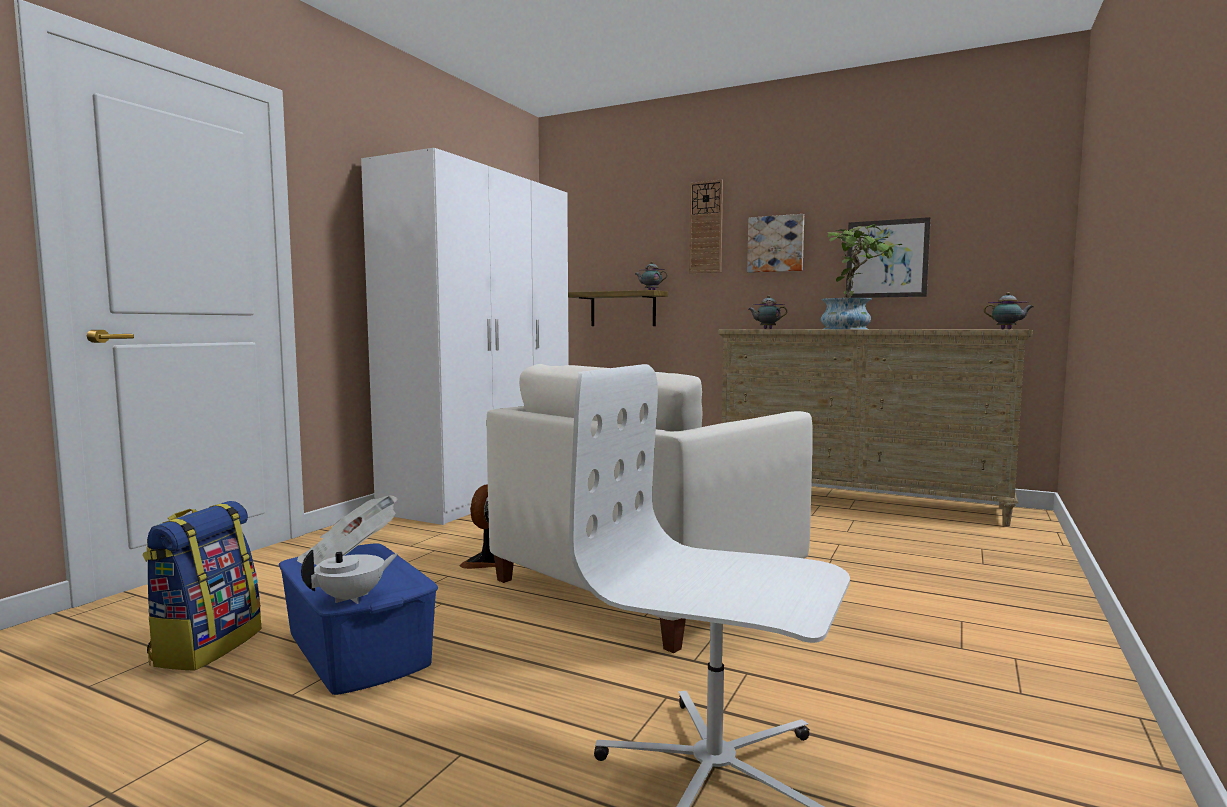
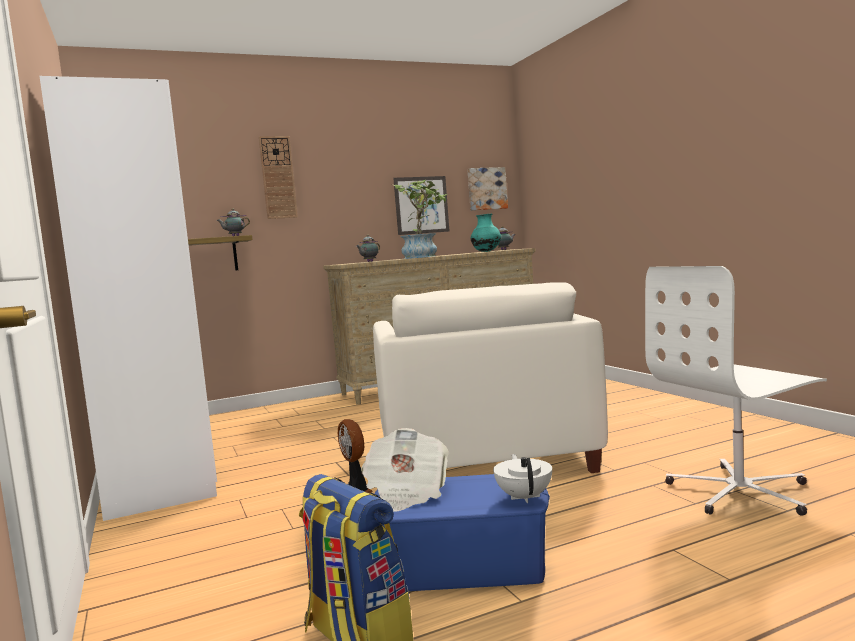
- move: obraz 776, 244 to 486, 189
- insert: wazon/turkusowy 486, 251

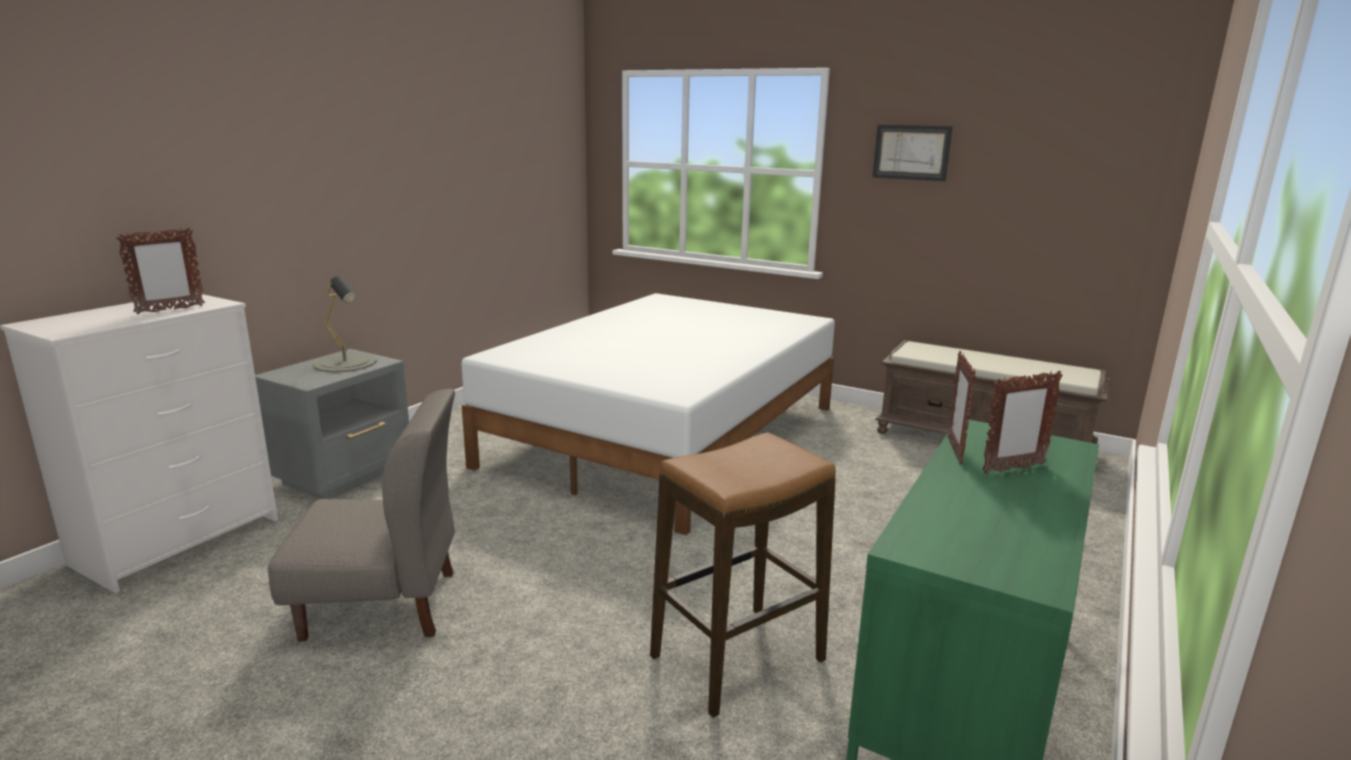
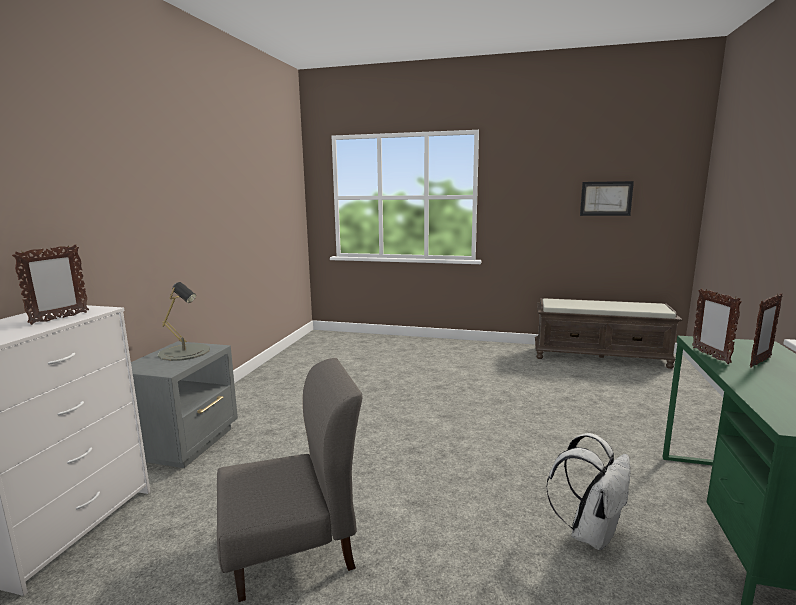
- delete: łóżko/biały 667, 435
- replace: stołek 738, 658 to plecak/biały 590, 533
- move: obraz 911, 152 to 606, 198

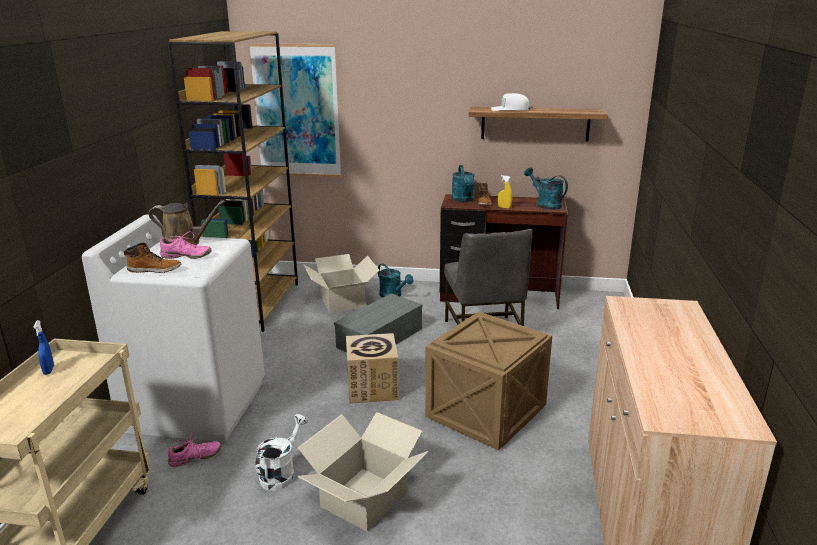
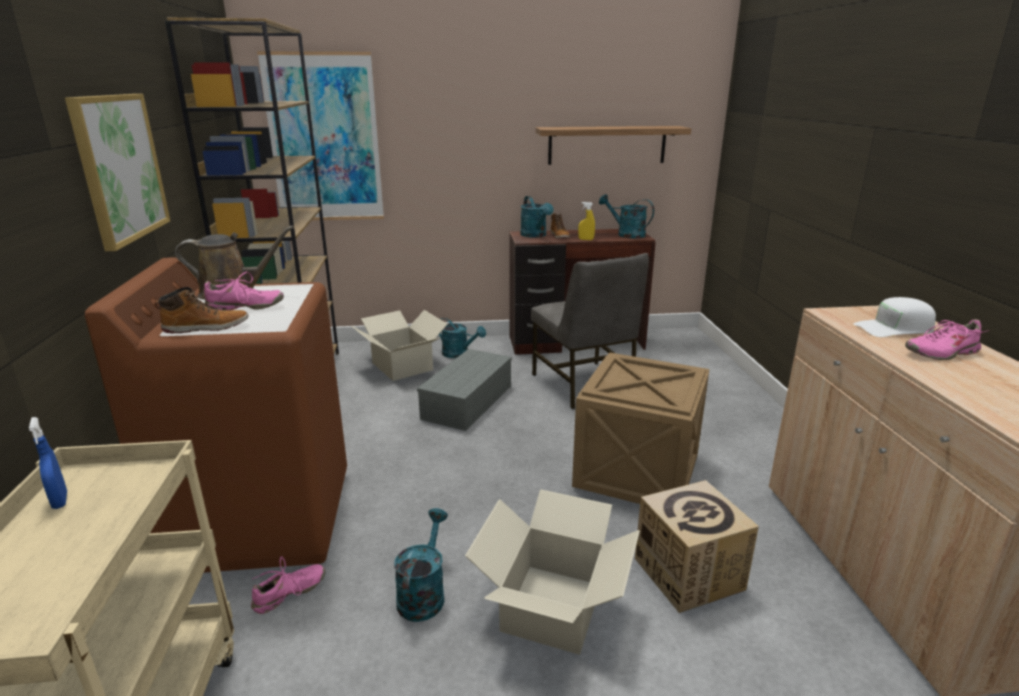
- recolor: pralka/biały 196, 405 to pralka/brązowy 263, 518
- recolor: konewka/biały 281, 473 to konewka/turkusowy 423, 593
- move: karton 372, 388 to 688, 573
- move: czapka z daszkiem/biały 510, 109 to 894, 328
- insert: obraz 119, 168
- insert: but/różowy 941, 352

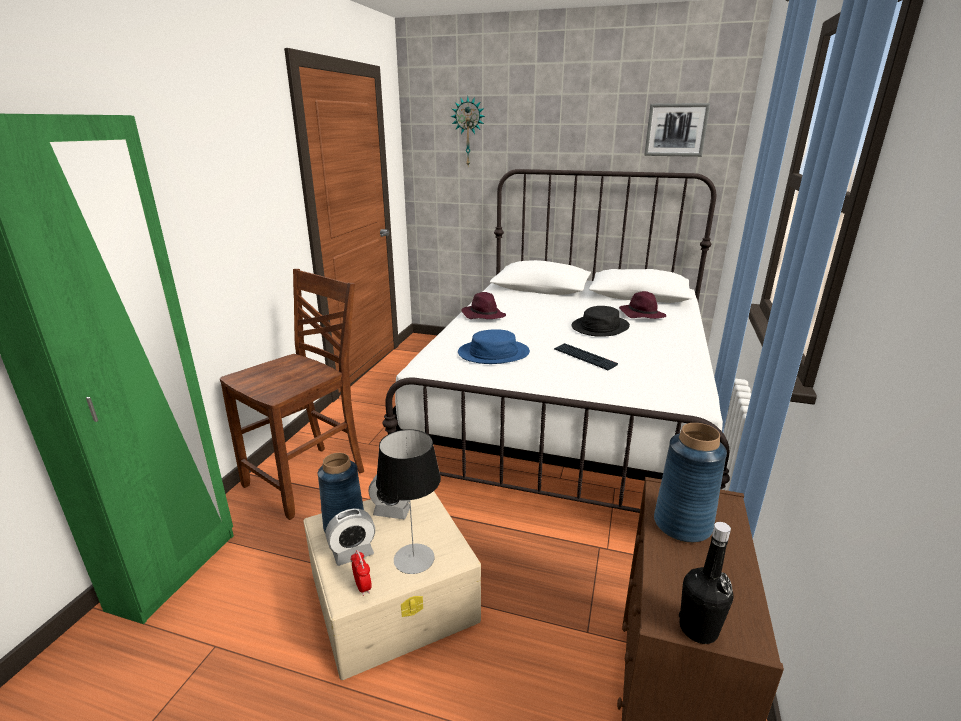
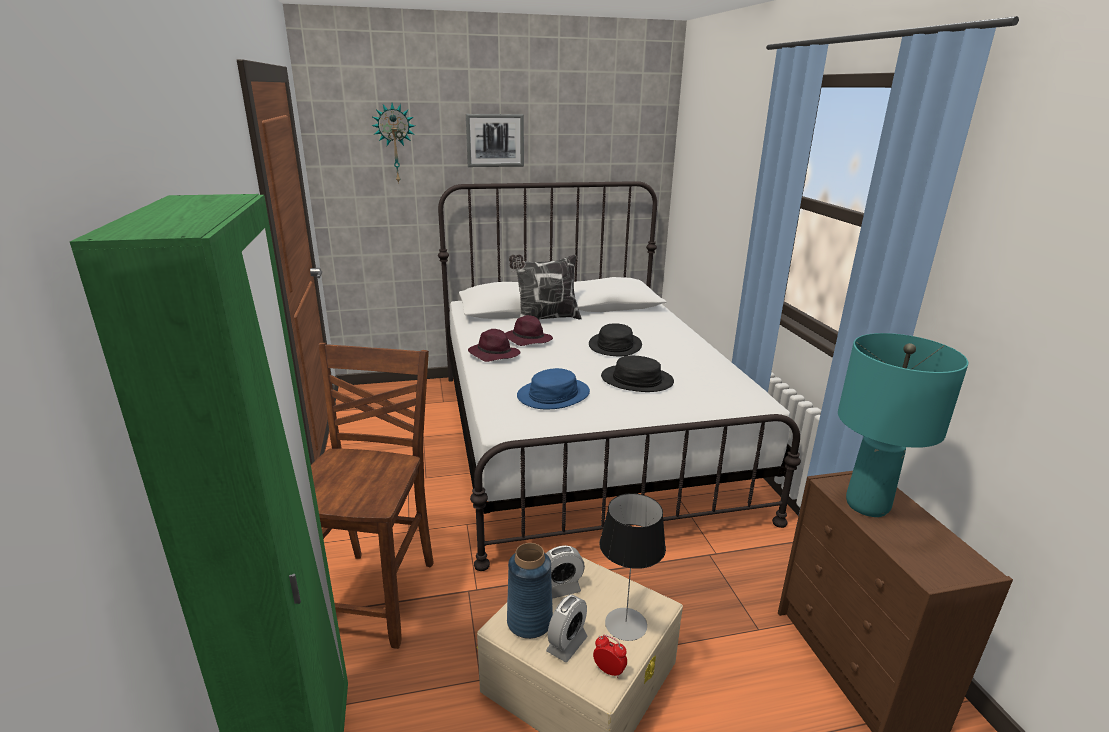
- replace: klawiatura 584, 357 to kapelusz/czarny 637, 380
- move: kapelusz/fioletowy 641, 315 to 527, 340
- move: obraz 676, 130 to 495, 140
- replace: wazon/niebieski 683, 524 to lampa stołowa/turkusowy 868, 505
- delete: butelka/czarny 698, 629
- insert: poduszka 545, 319

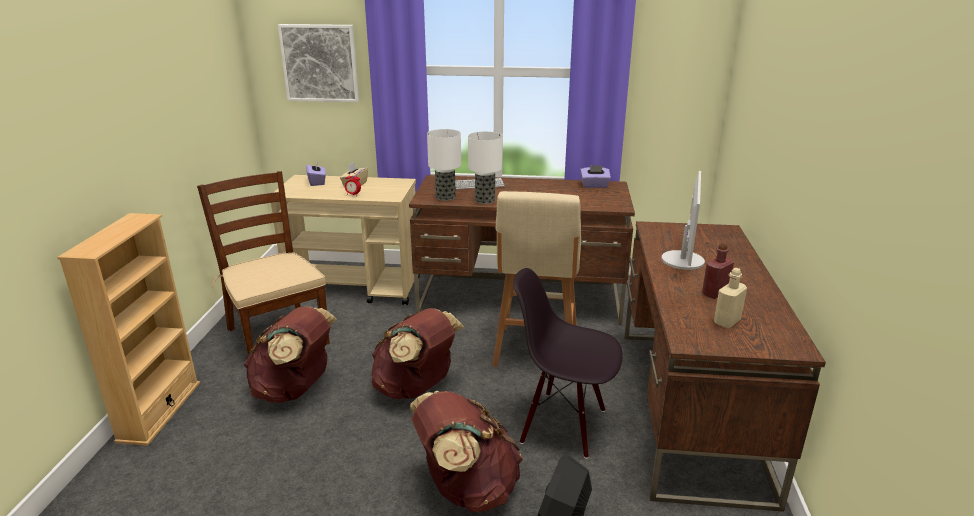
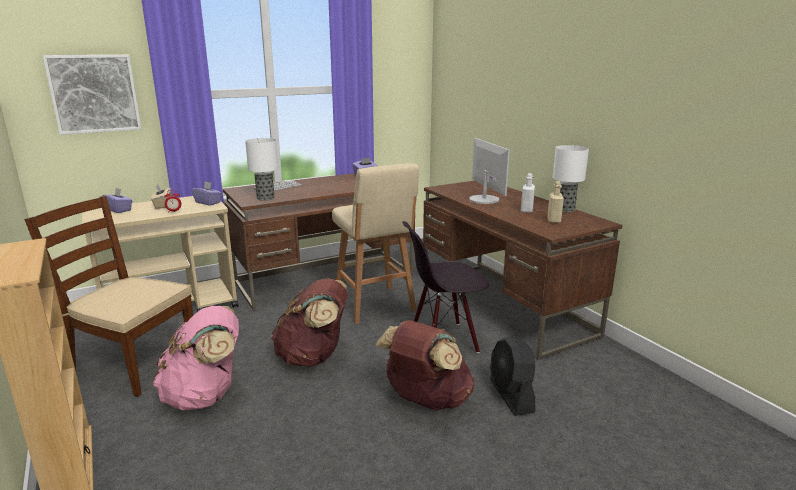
- recolor: plecak/brązowy 295, 390 to plecak/różowy 205, 396
- move: lampa stołowa 484, 201 to 565, 210
- recolor: butelka/czerwony 715, 293 to butelka/biały 526, 210
- insert: pudełko chusteczek/fioletowy 208, 202

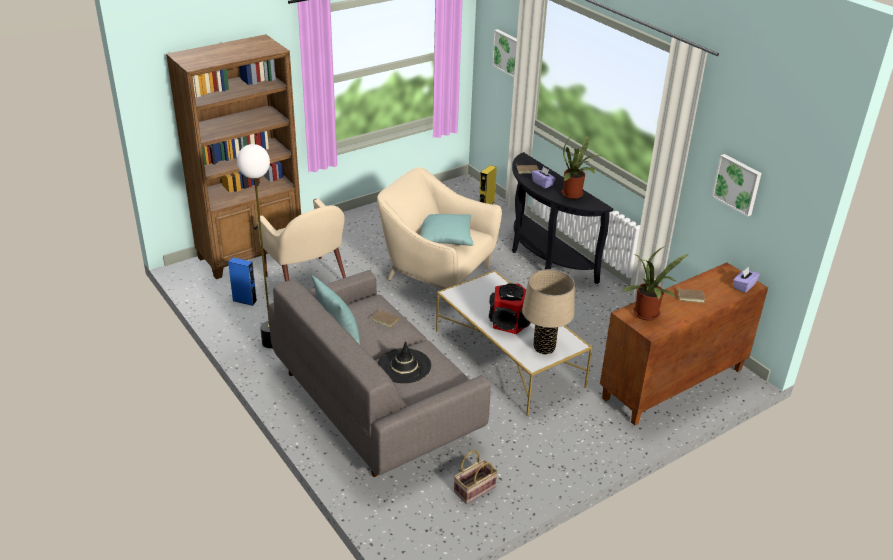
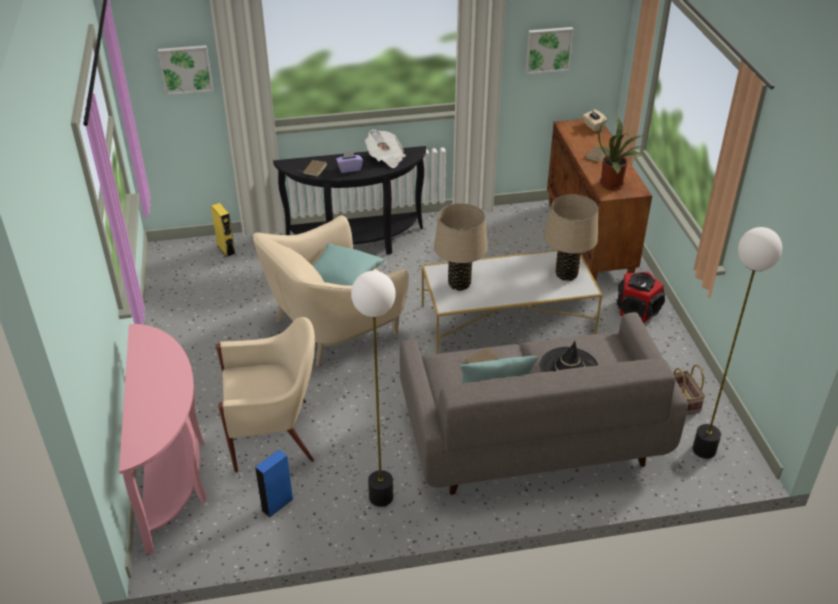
- replace: regał/brązowy 251, 255 to stolik konsolowy/różowy 174, 475
- move: głośnik 510, 322 to 637, 309
- replace: roślina doniczkowa 574, 195 to gazeta 385, 158
- recolor: pudełko chusteczek/fioletowy 743, 286 to pudełko chusteczek/beżowy 593, 126
- insert: lampa stołowa/beżowy 459, 284
- insert: lampa stojąca 704, 450

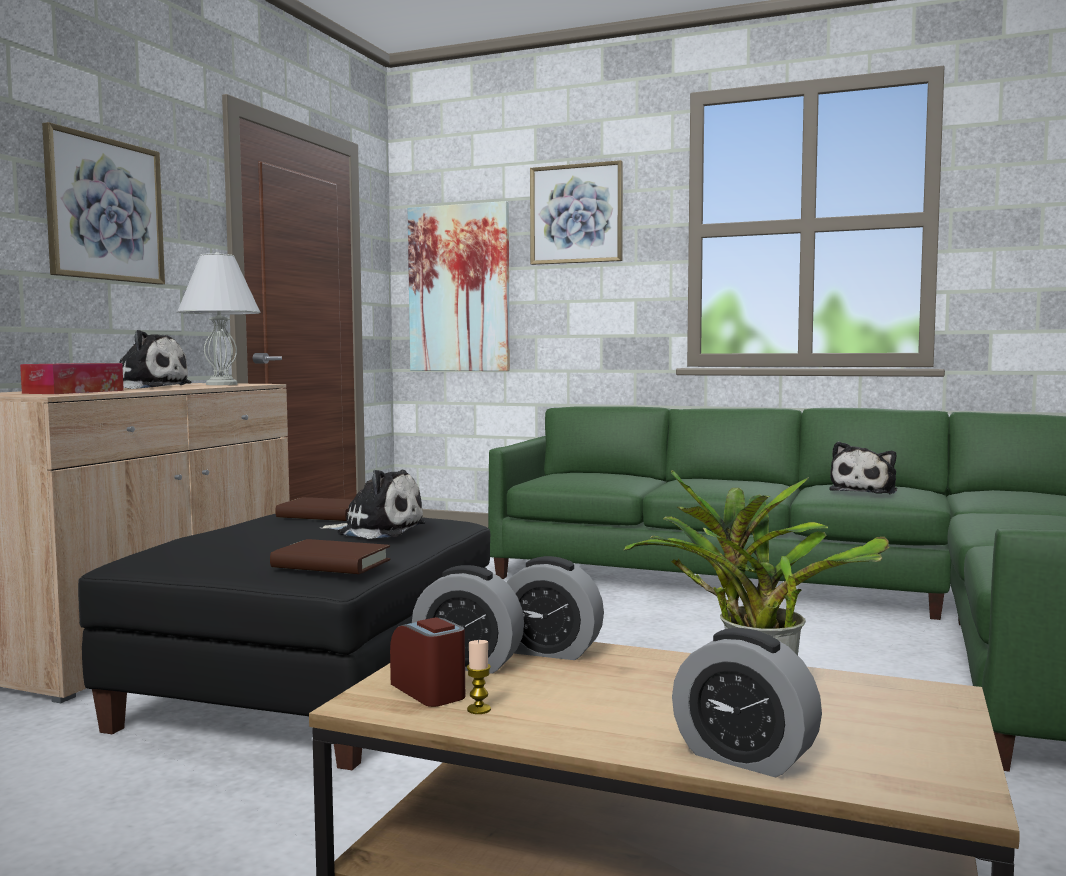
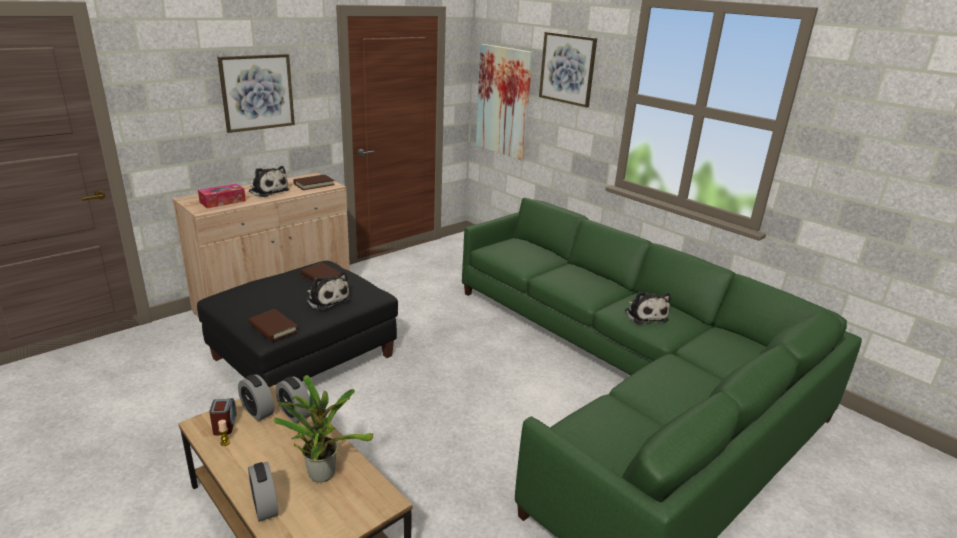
- replace: lampa stołowa/biały 222, 384 to książka/brązowy 314, 184
- rotate: pluszak 865, 491 = 645, 315 75 degrees counterclockwise

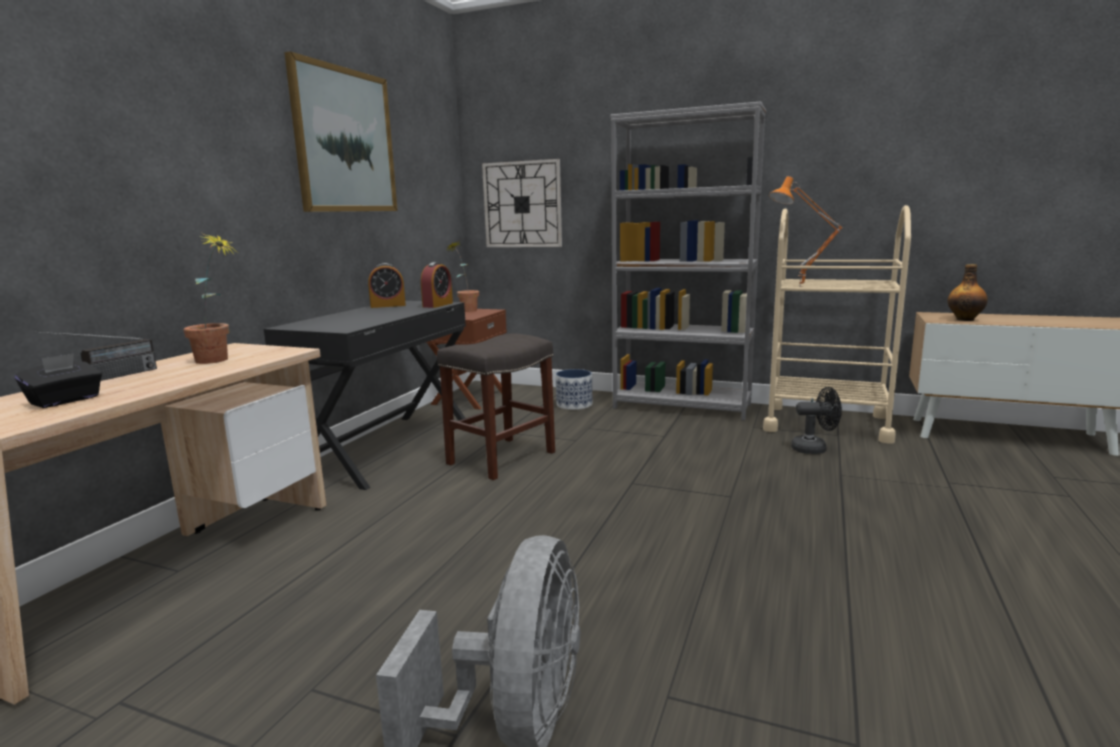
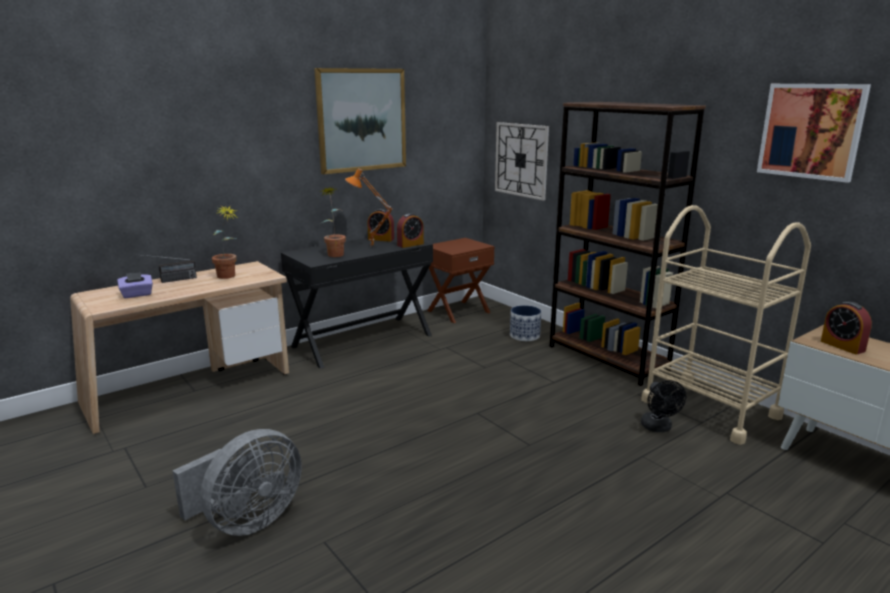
- recolor: pudełko chusteczek/czarny 65, 401 to pudełko chusteczek/fioletowy 137, 295
- delete: stołek/szary 501, 458
- move: roślina doniczkowa 465, 310 to 334, 253
- recolor: regał/szary 682, 406 to regał/brązowy 607, 359
- move: lampa stołowa/pomarańczowy 801, 286 to 370, 247
- rotate: wentylator/czarny 814, 449 = 658, 428 45 degrees clockwise
- replace: butelka 965, 319 to budzik 842, 346
- insert: obraz 811, 131

